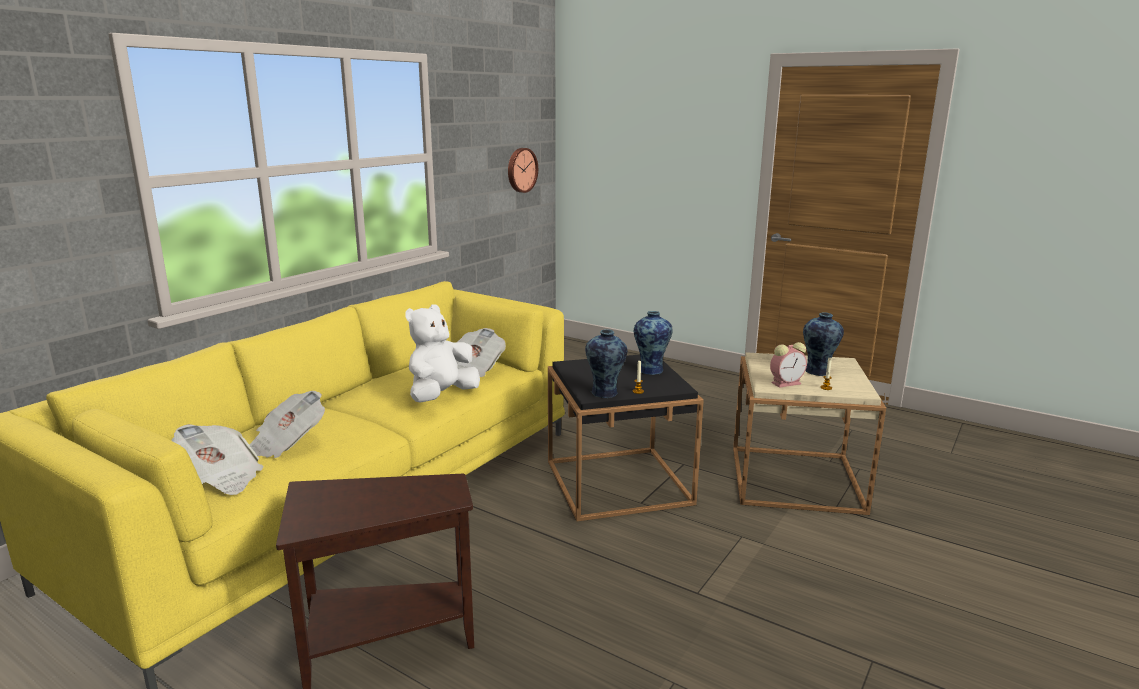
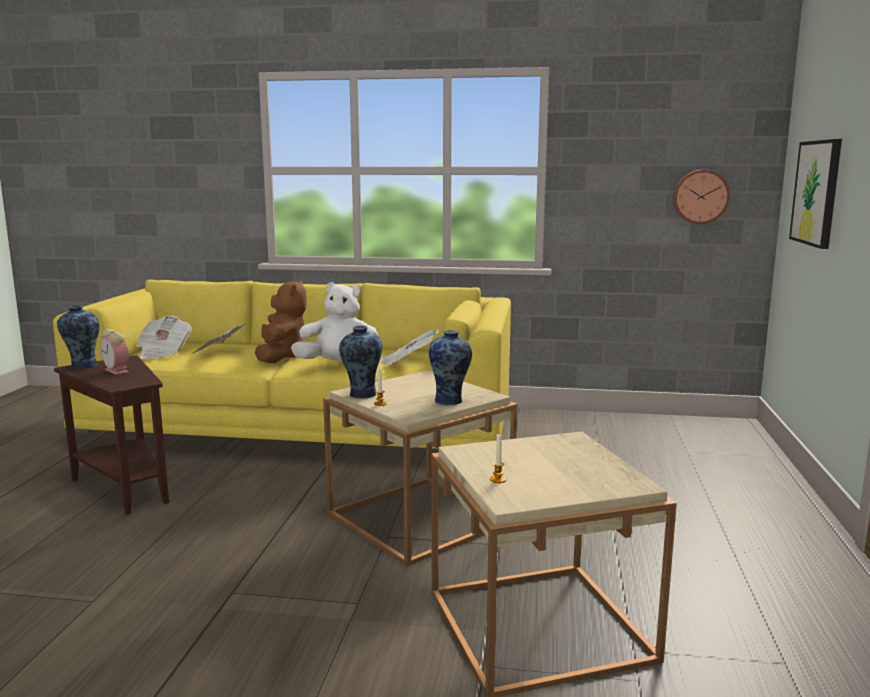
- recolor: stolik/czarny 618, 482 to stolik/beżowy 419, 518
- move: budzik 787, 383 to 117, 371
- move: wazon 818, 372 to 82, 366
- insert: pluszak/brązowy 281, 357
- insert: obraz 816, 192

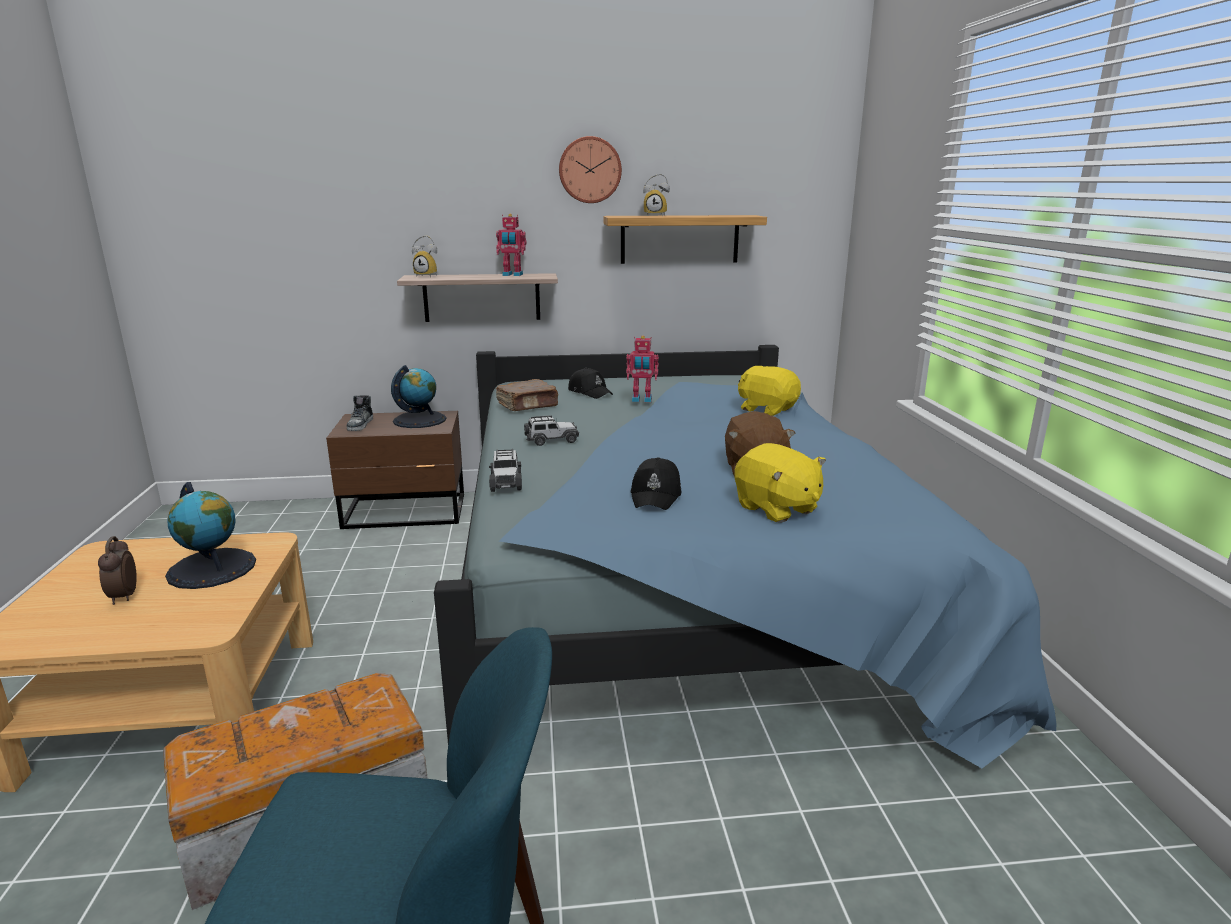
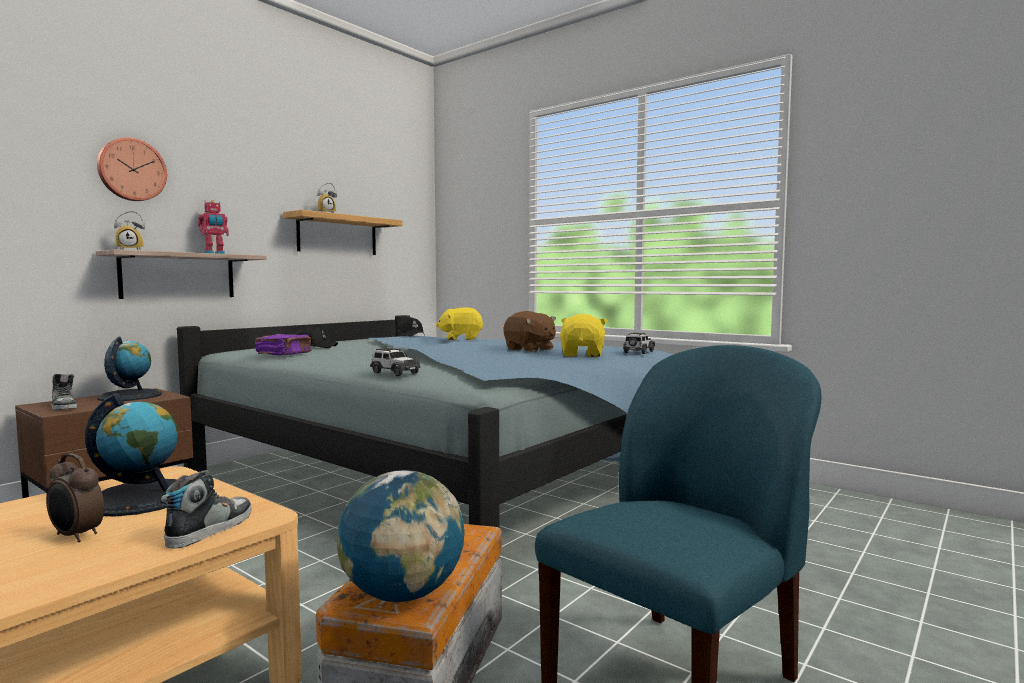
- recolor: książka/brązowy 528, 406 to książka/fioletowy 285, 354
- move: samochodzik 551, 440 to 638, 352
- move: zegar ścienny 589, 170 to 131, 170
- delete: robot zabawkowy 641, 400
- move: czapka z daszkiem/czarny 656, 495 to 411, 335
- rotate: pluszak/żółty 776, 509 = 583, 355 90 degrees counterclockwise
- insert: but 210, 528
- insert: globus 402, 595

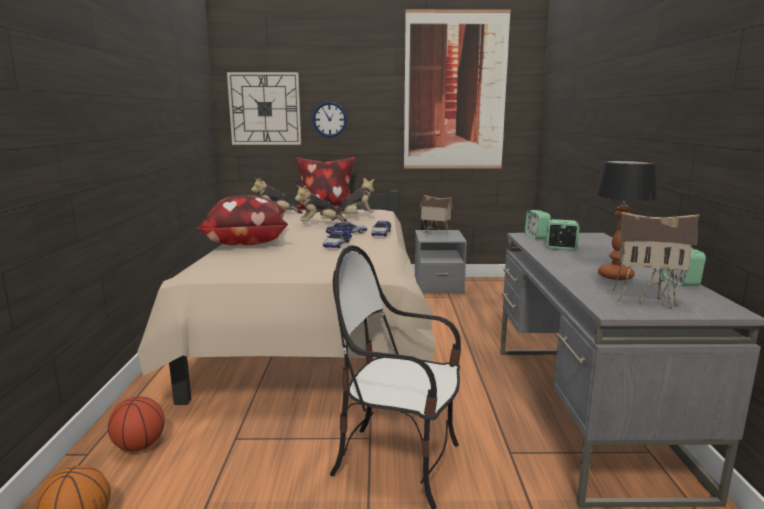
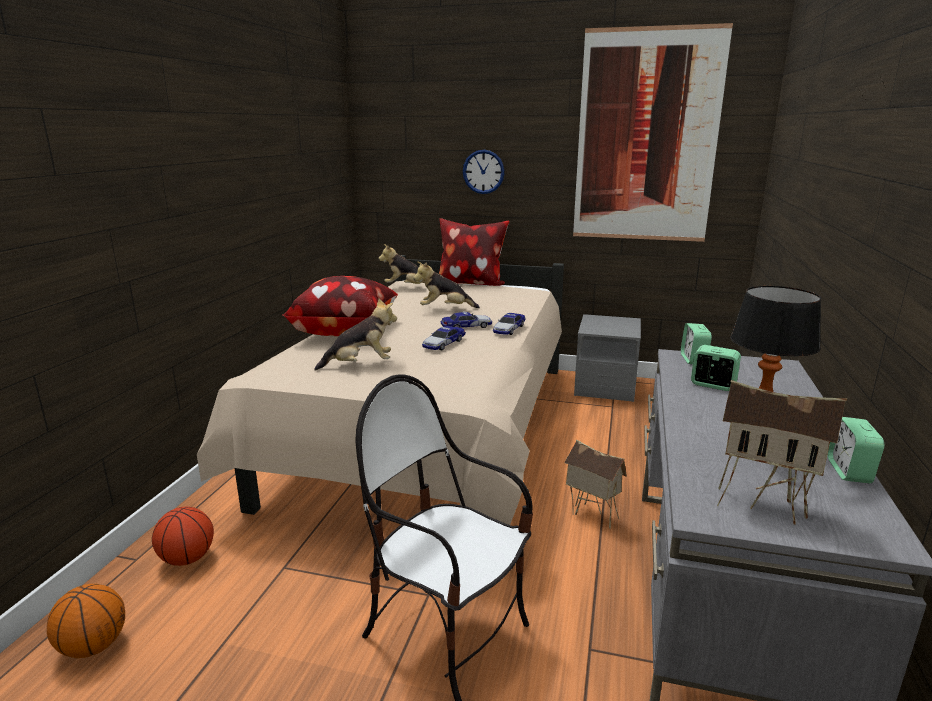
- delete: zegar ścienny 265, 109
- move: pluszak 355, 218 to 360, 365
- move: domek 435, 236 to 591, 515

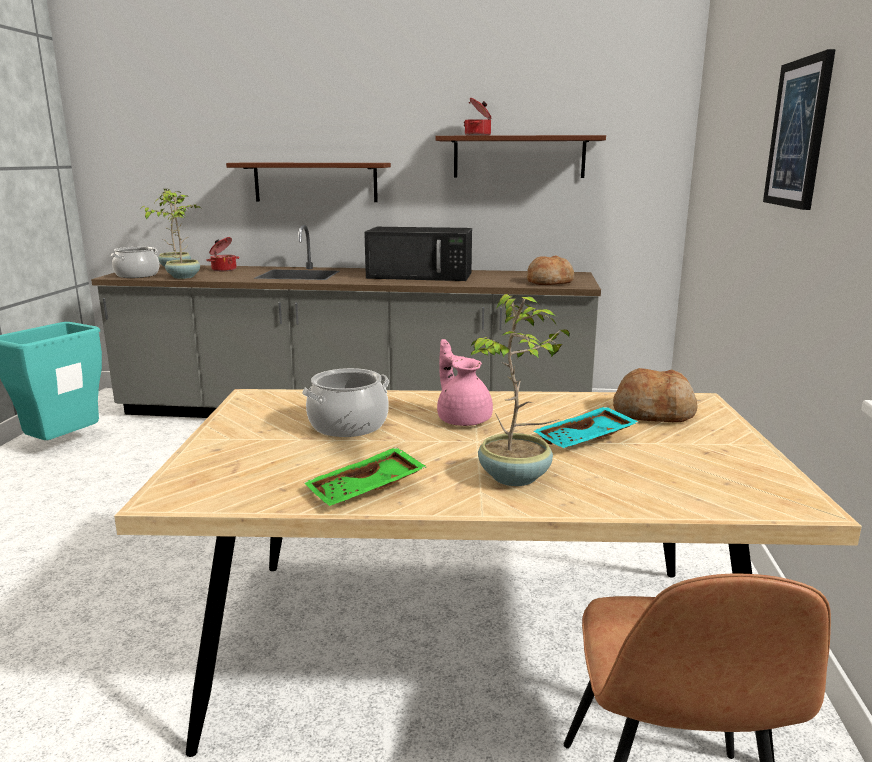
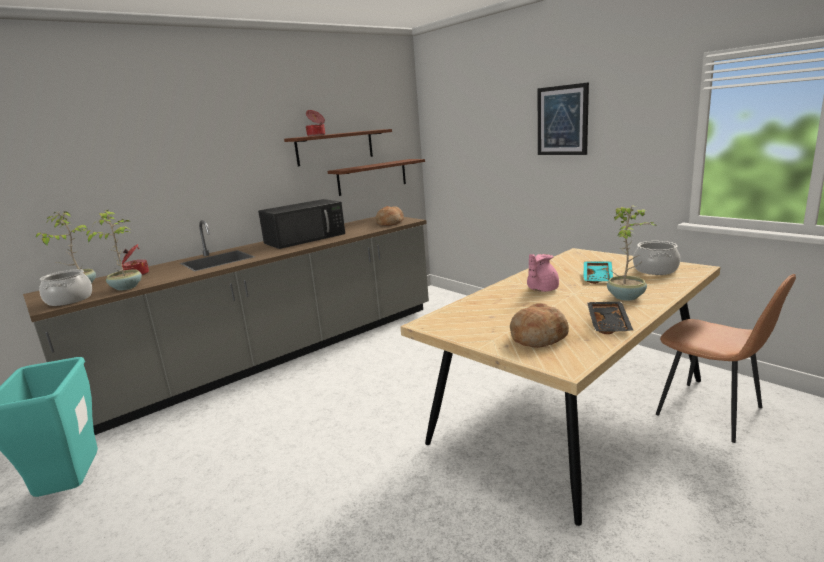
- move: półka/brązowy 315, 182 to 372, 177
- move: garnek 348, 425 to 655, 270
- recolor: taca/zielony 366, 490 to taca/czarny 609, 324
- rotate: imbryk/różowy 463, 419 = 541, 289 60 degrees counterclockwise
- move: chleb 654, 413 to 538, 337

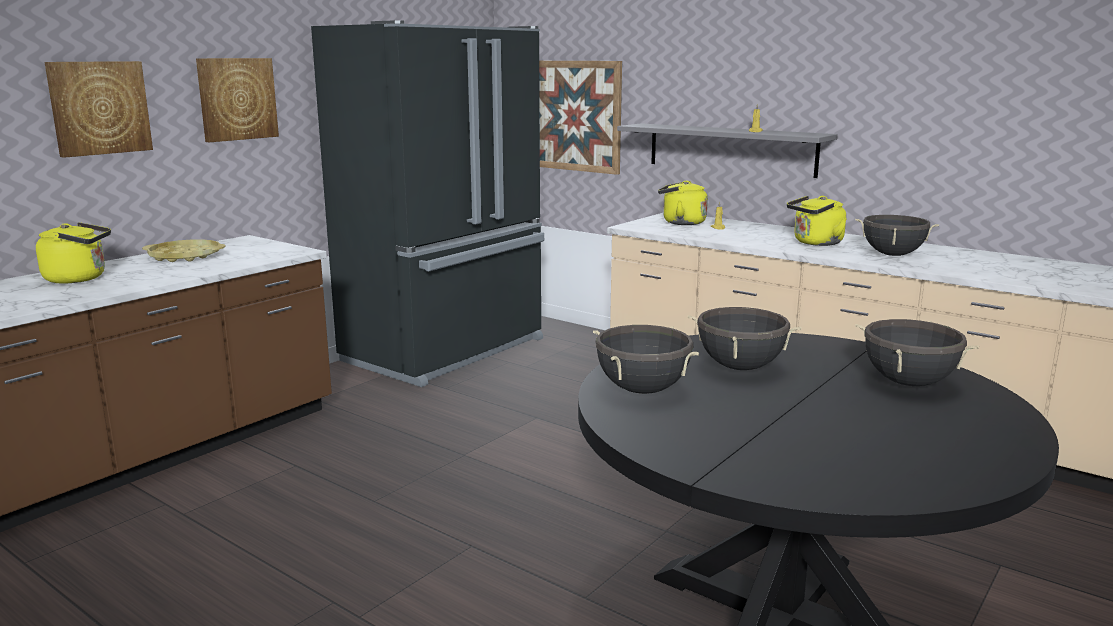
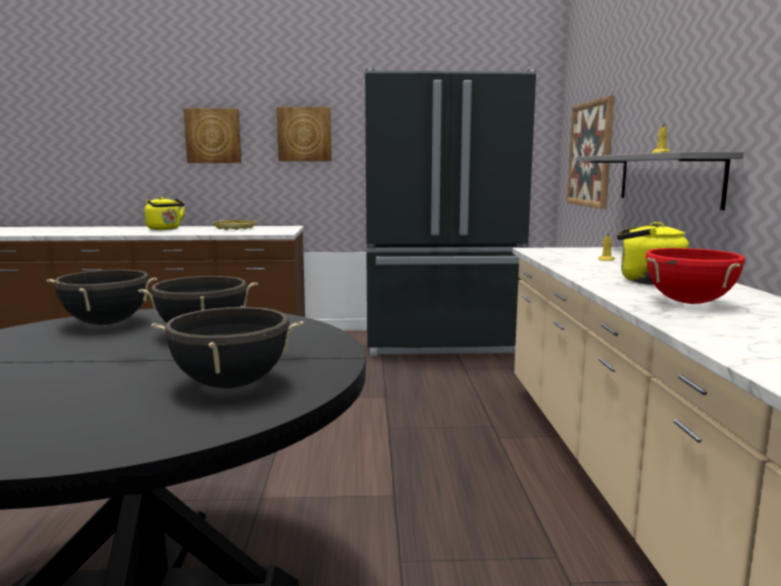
- delete: czajnik/żółty 681, 222
- recolor: garnek/czarny 892, 255 to garnek/czerwony 689, 302

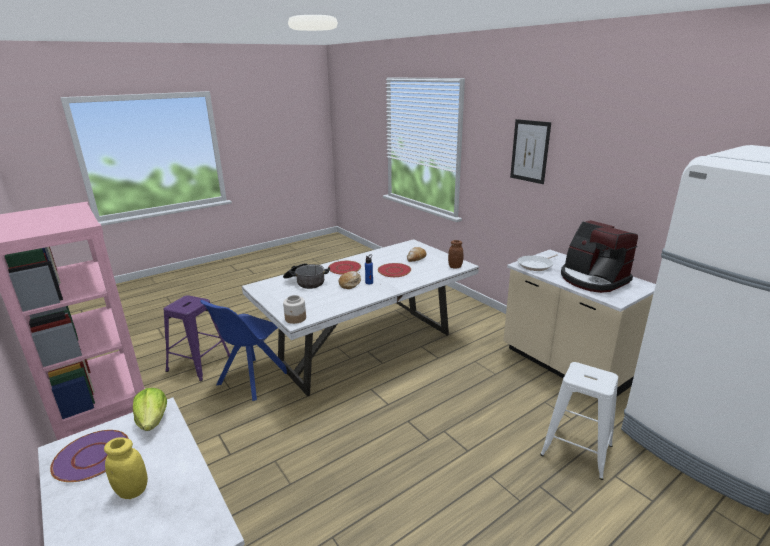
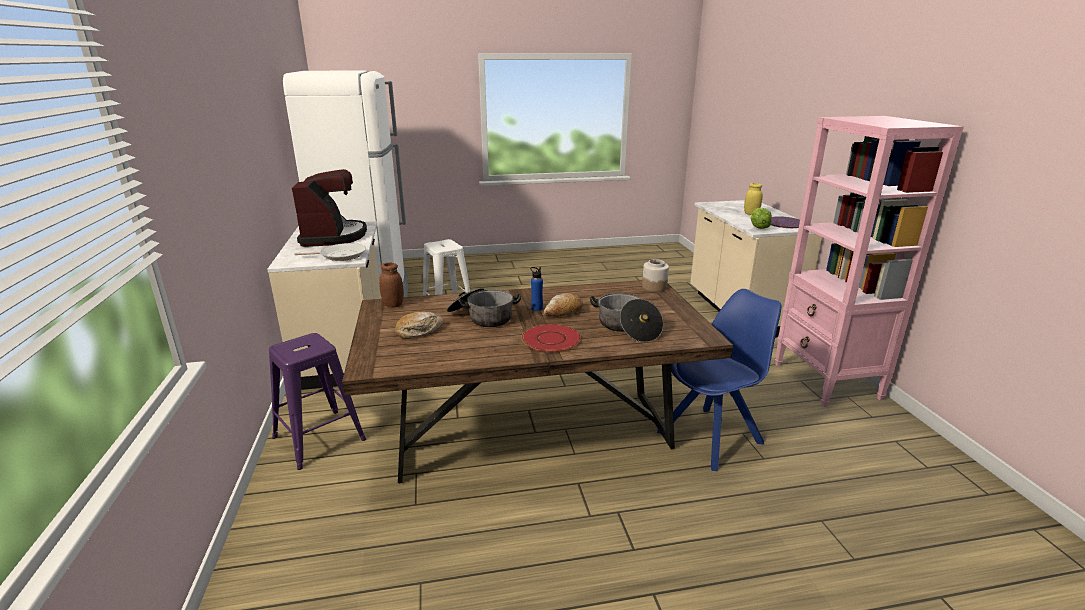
- move: stołek/fioletowy 199, 363 to 318, 439
- recolor: stół jadalny/biały 367, 349 to stół jadalny/brązowy 534, 435
- replace: talerz/czerwony 394, 271 to garnek 482, 317
- delete: obraz 530, 151

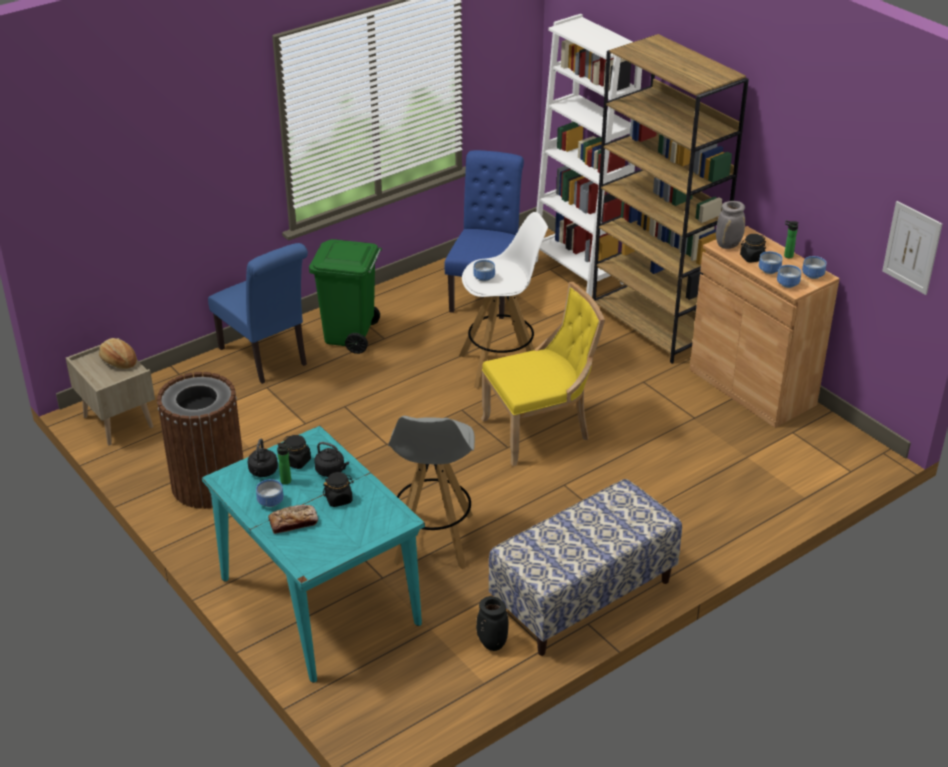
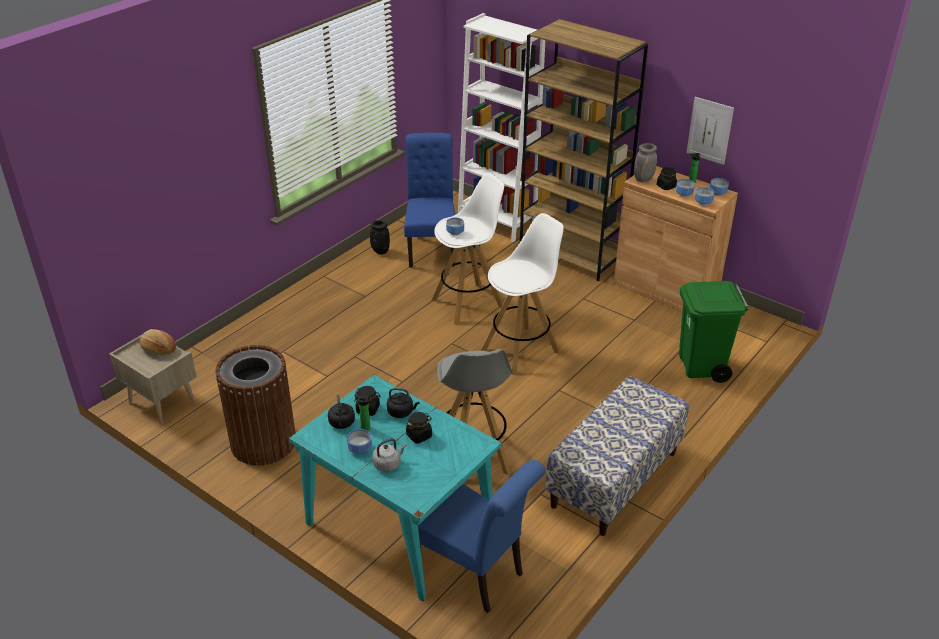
- move: krzesło/niebieski 266, 358 to 475, 574
- replace: chleb 293, 522 to czajnik/szary 388, 464
- move: kosz na śmieci/zielony 350, 336 to 702, 367
- move: wazon/czarny 491, 643 to 380, 251
- replace: krzesło/żółty 540, 431 to stołek/biały 521, 350
- move: obraz 912, 247 to 709, 130

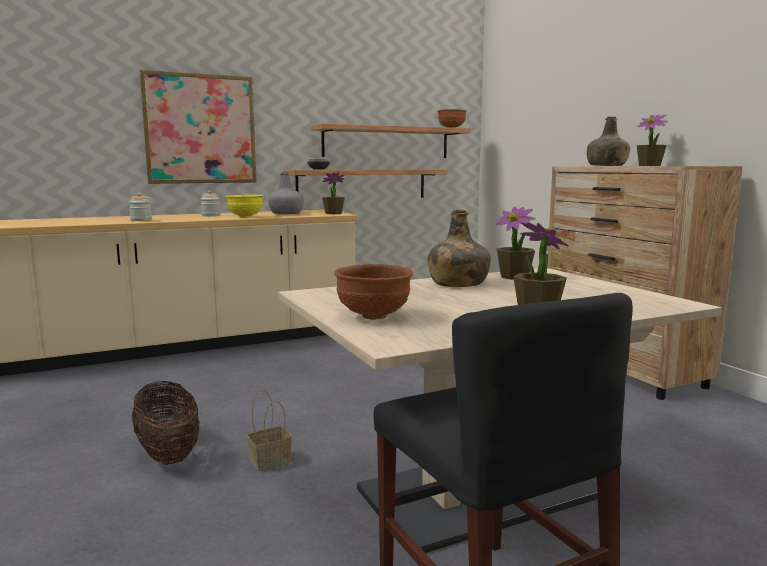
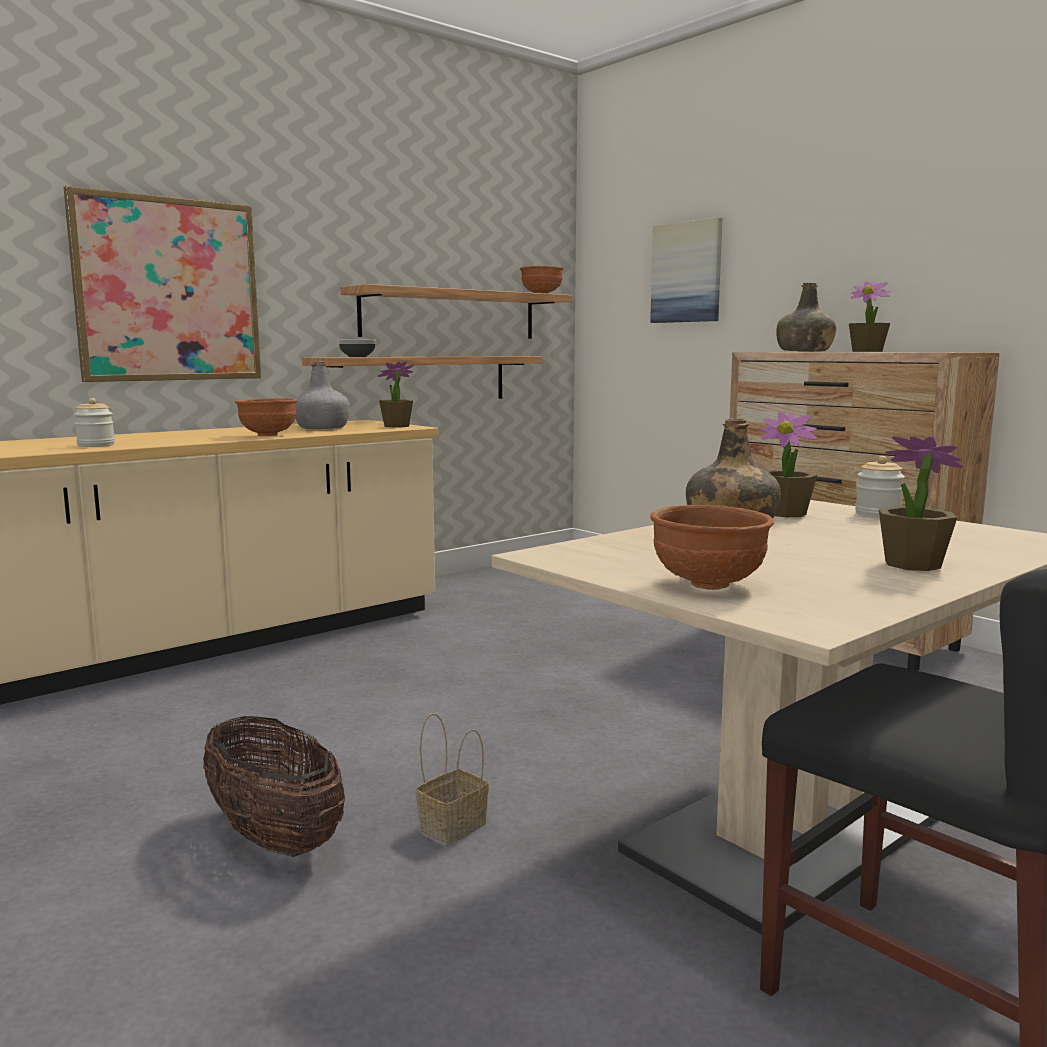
- move: słoik 211, 215 to 877, 514
- recolor: miska/żółty 245, 217 to miska/brązowy 267, 435
- insert: obraz 687, 272

